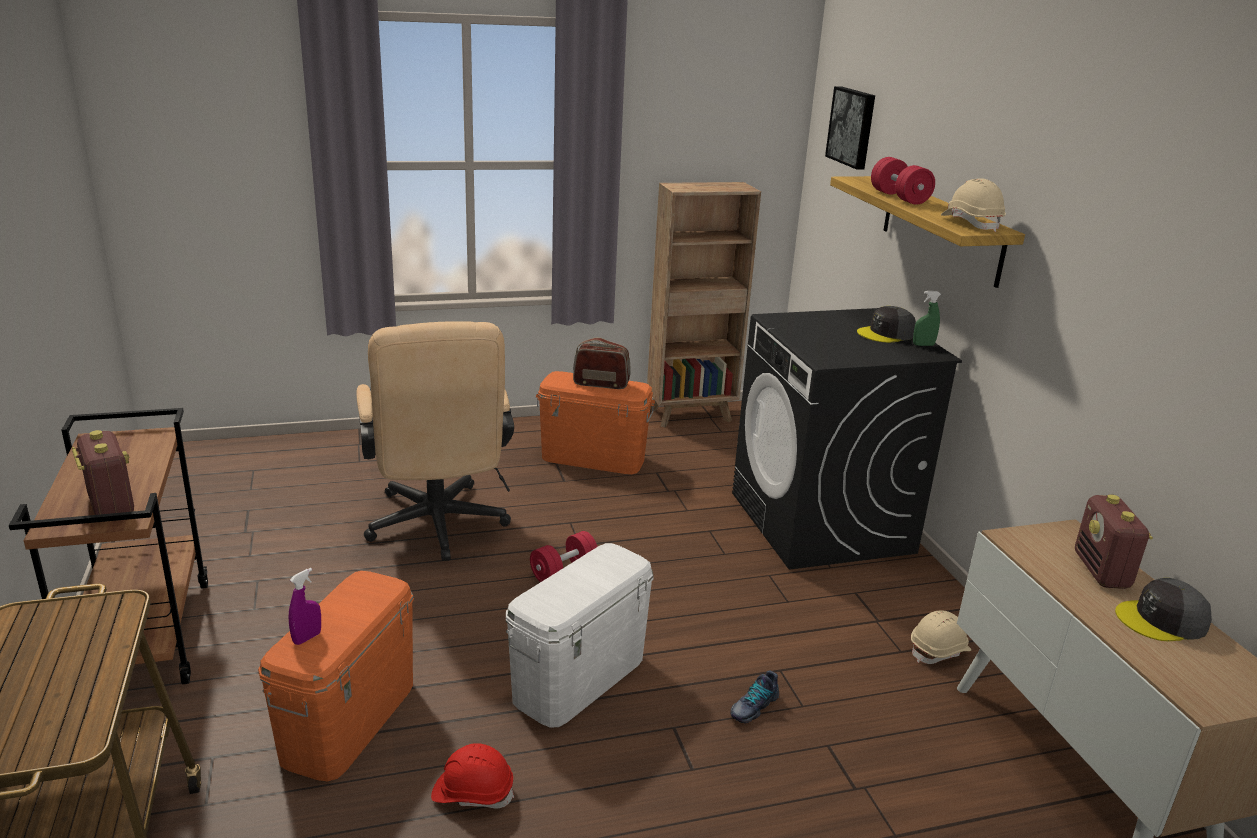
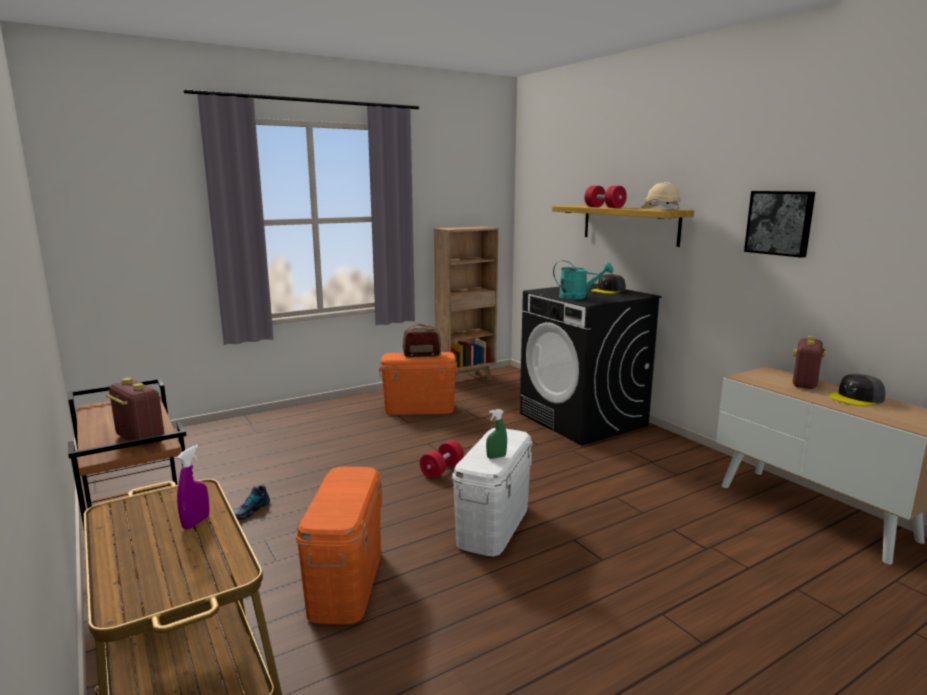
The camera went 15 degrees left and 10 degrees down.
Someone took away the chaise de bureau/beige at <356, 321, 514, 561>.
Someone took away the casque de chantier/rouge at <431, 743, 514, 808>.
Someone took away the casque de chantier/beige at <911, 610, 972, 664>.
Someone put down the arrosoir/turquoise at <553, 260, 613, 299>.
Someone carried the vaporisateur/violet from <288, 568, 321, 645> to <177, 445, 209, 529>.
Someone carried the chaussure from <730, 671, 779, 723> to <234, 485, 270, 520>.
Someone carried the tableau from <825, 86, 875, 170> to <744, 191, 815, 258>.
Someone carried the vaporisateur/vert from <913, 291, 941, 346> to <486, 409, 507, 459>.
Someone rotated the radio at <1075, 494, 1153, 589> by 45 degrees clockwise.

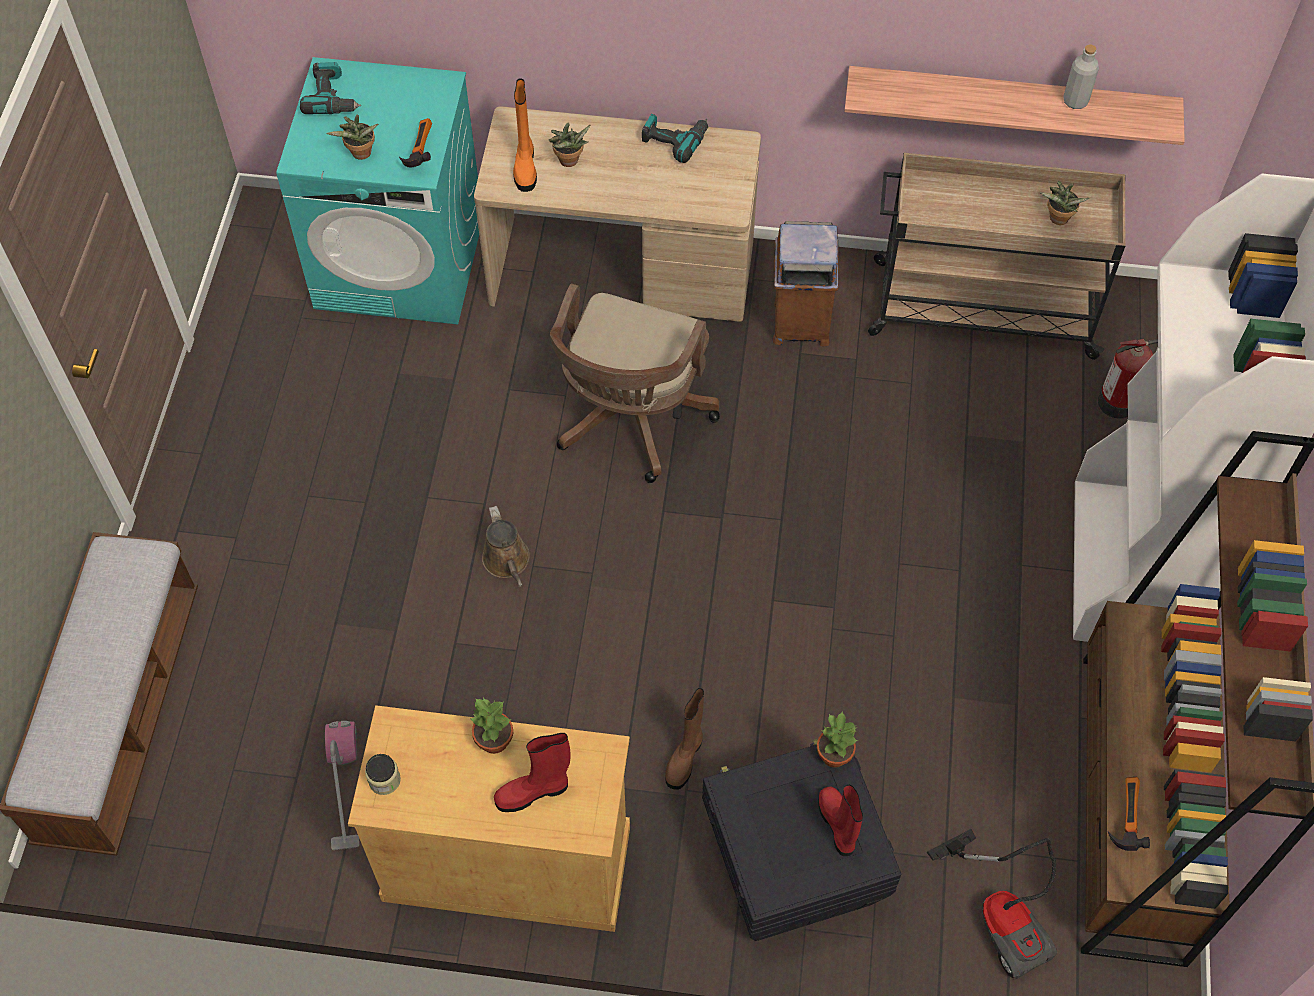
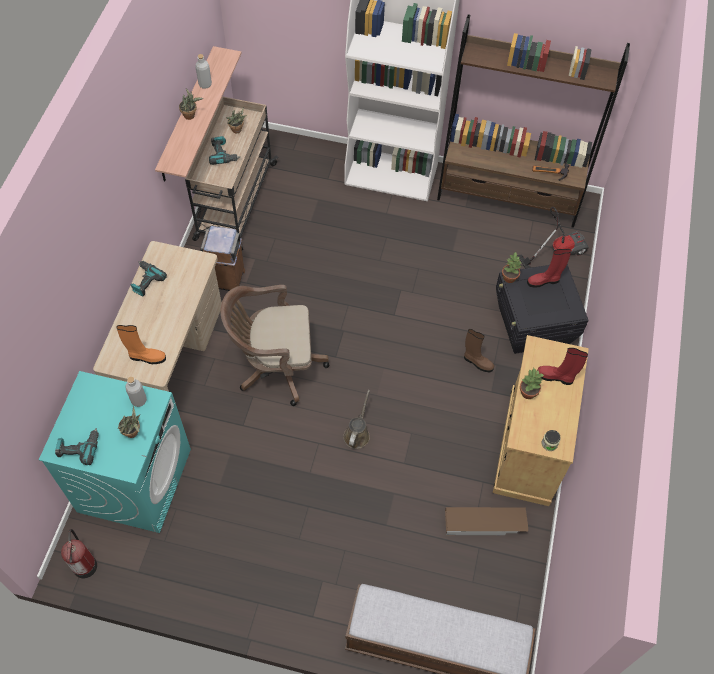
The camera went 85 degrees left and 0 degrees up.
Someone put down the perceuse at <209, 136, 240, 165>.
Someone carried the plante en pot from <549, 123, 591, 167> to <179, 88, 203, 120>.
Someone carried the extincteur from <1098, 339, 1158, 418> to <61, 529, 97, 578>.
Someone swapped the aspirateur at <325, 721, 359, 850> for the boîte de rangement/marron at <445, 507, 528, 535>.
Someone swapped the marteau at <399, 118, 432, 167> for the bouteille/gris at <126, 377, 147, 407>.
Someone rotated the arrosoir/marron at <482, 506, 530, 587> by 60 degrees counterclockwise.
Someone rotated the botte/rouge at <494, 733, 571, 812> by 120 degrees clockwise.
Someone rotated the chaise de bureau/marron at <550, 284, 720, 483> by 150 degrees clockwise.

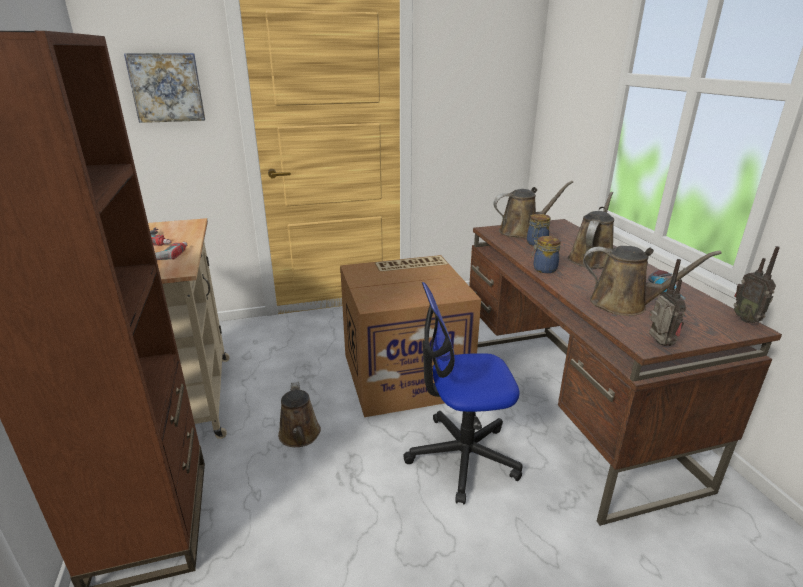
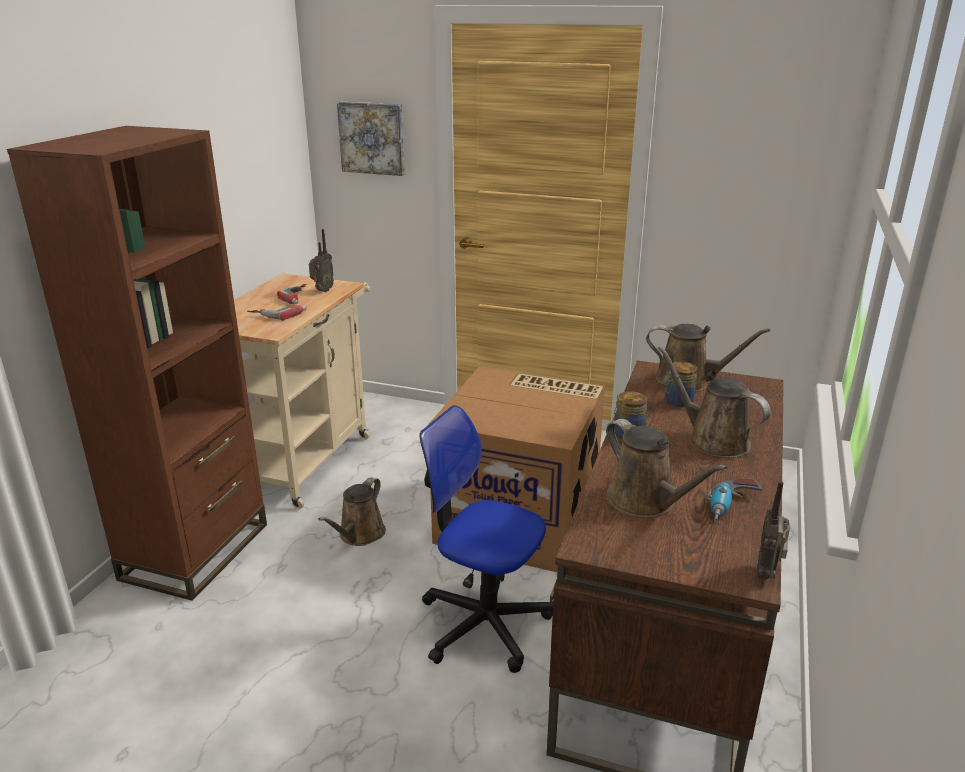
The camera went 35 degrees right and 0 degrees up.
Someone carried the radio from <649, 259, 686, 346> to <309, 229, 334, 292>.
Someone rotated the arrosoir/marron at <568, 192, 614, 269> by 105 degrees counterclockwise.

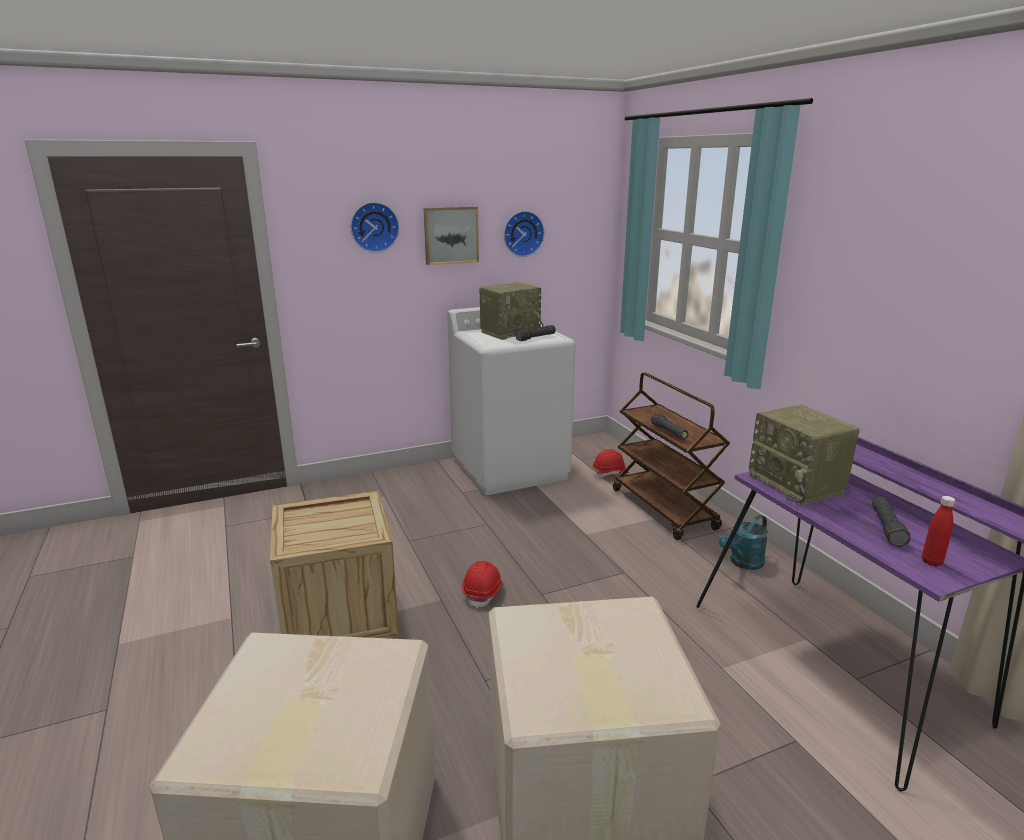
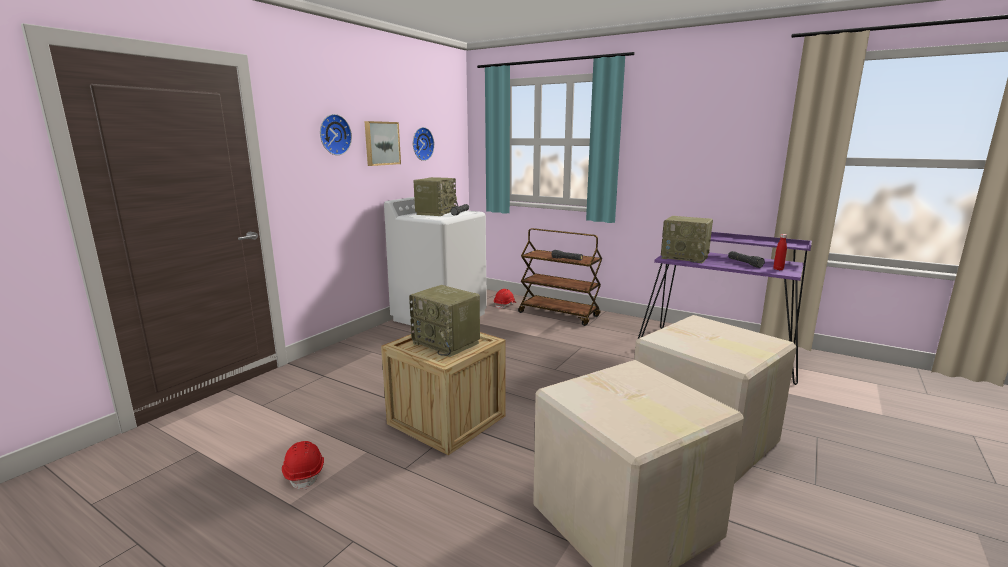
The camera went 35 degrees left and 5 degrees down.
Someone took away the arrosoir/turquoise at <719, 515, 768, 570>.
Someone put down the radio at <409, 285, 480, 357>.
Someone carried the casque de chantier/rouge from <462, 561, 504, 609> to <282, 441, 324, 490>.

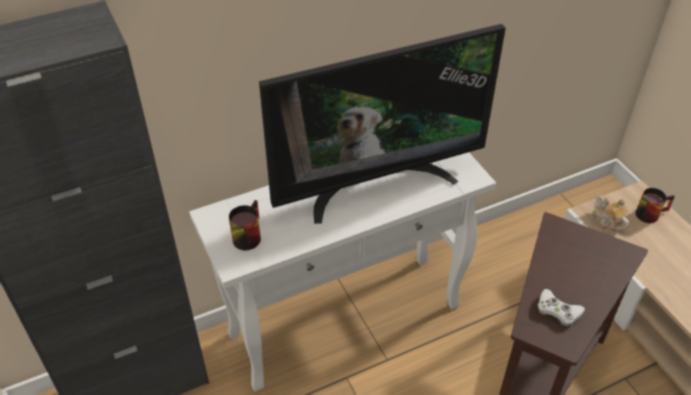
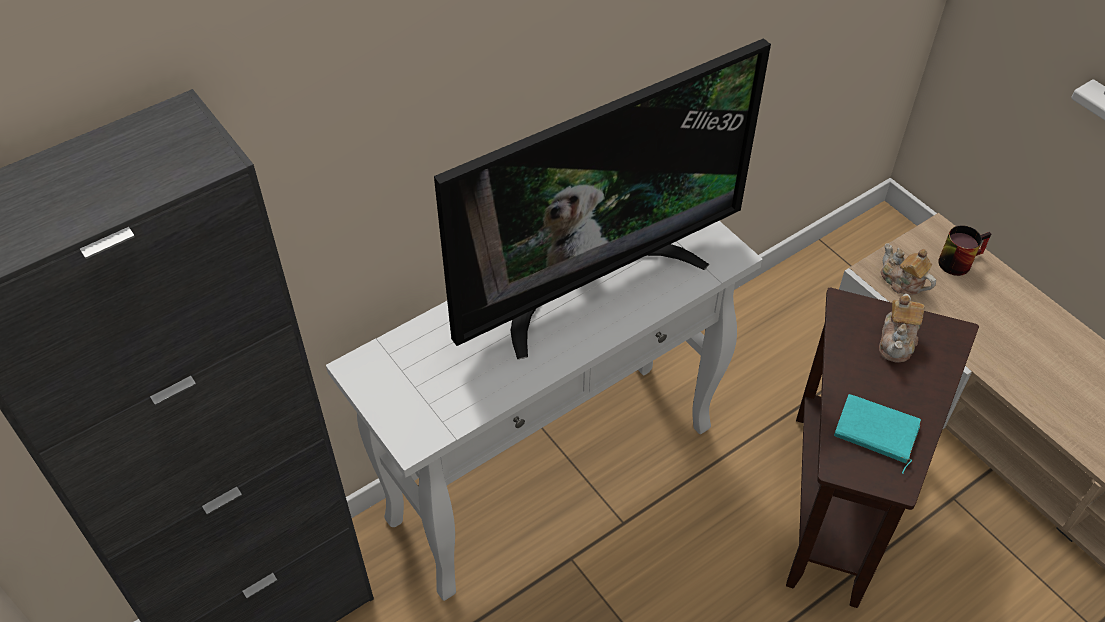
The camera went 10 degrees left and 5 degrees up.
Someone took away the mug at <229, 200, 261, 250>.
Someone put down the théière at <879, 294, 924, 363>.
Someone swapped the manette/blanc at <538, 289, 585, 326> for the livre/turquoise at <834, 394, 921, 473>.

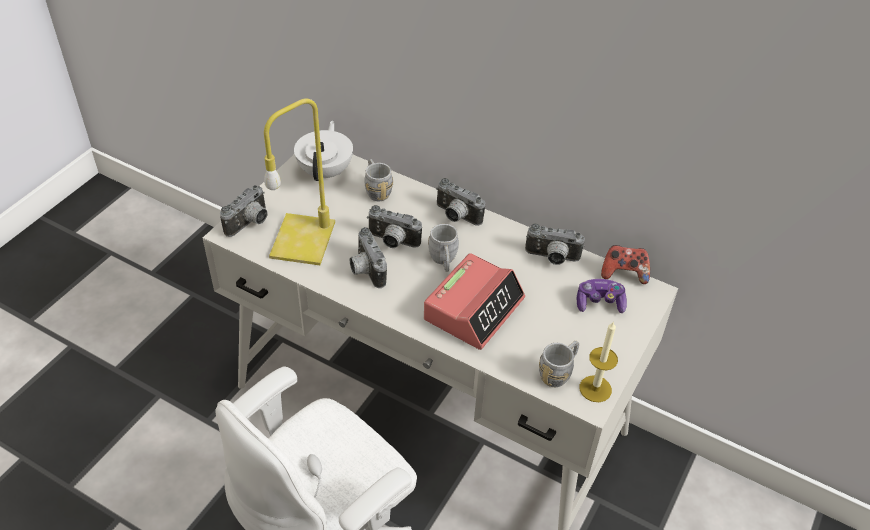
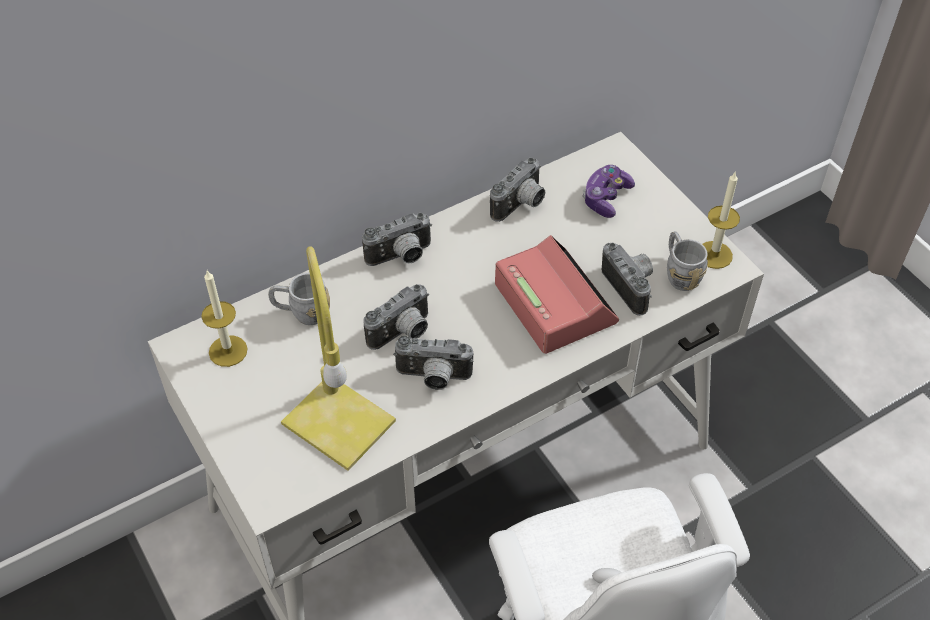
The camera went 60 degrees left and 5 degrees up.
Someone took away the mug/gris at <428, 224, 459, 272>.
Someone took away the manette at <601, 245, 650, 284>.
Someone carried the appareil photo from <220, 185, 268, 237> to <602, 243, 653, 316>.
Someone swapped the théière/blanc at <294, 120, 353, 181> for the bougie at <201, 271, 248, 367>.

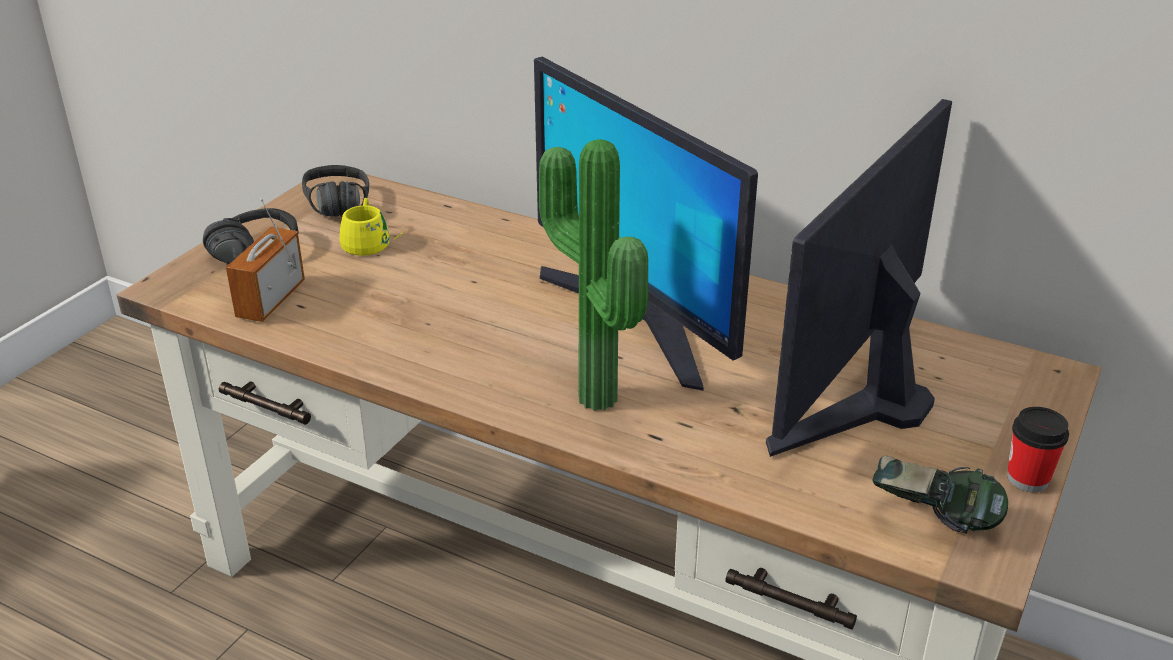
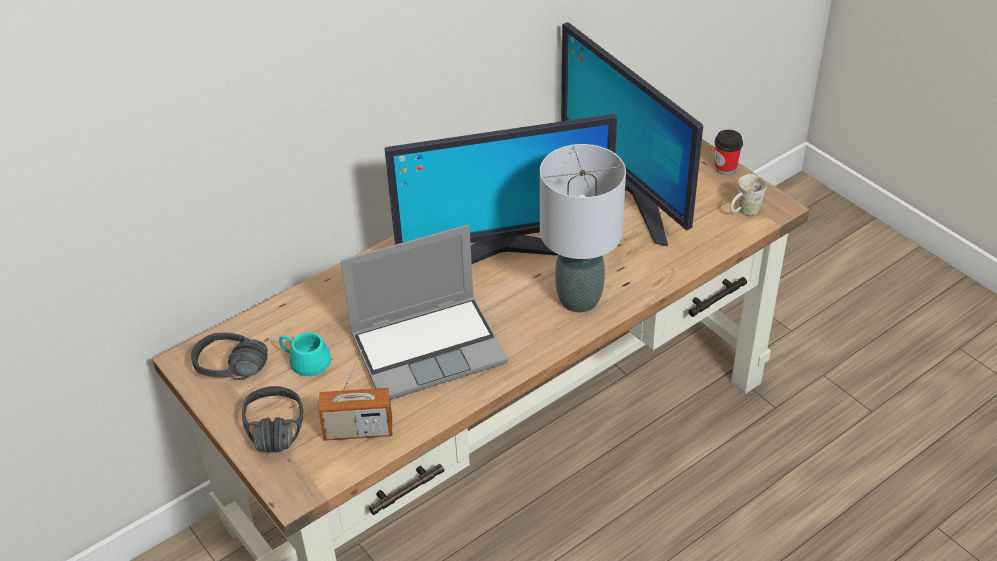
The camera went 65 degrees left and 10 degrees up.
Someone put down the ordinateur portable at <340, 225, 508, 400>.
Someone swapped the plante en pot at <539, 139, 648, 411> for the lampe de table/gris at <540, 144, 626, 312>.
Someone swapped the casque audio at <872, 455, 1008, 534> for the mug/blanc at <730, 174, 767, 215>.
Someone repainted the mug/jaune at <339, 198, 404, 256>, which became the mug/turquoise at <279, 332, 331, 376>.
Someone rotated the radio at <226, 198, 305, 322> by 45 degrees counterclockwise.

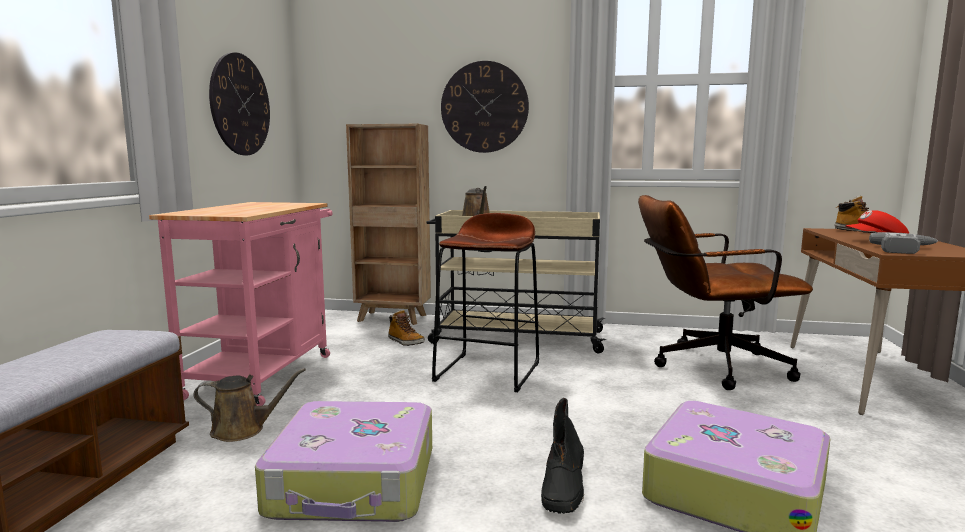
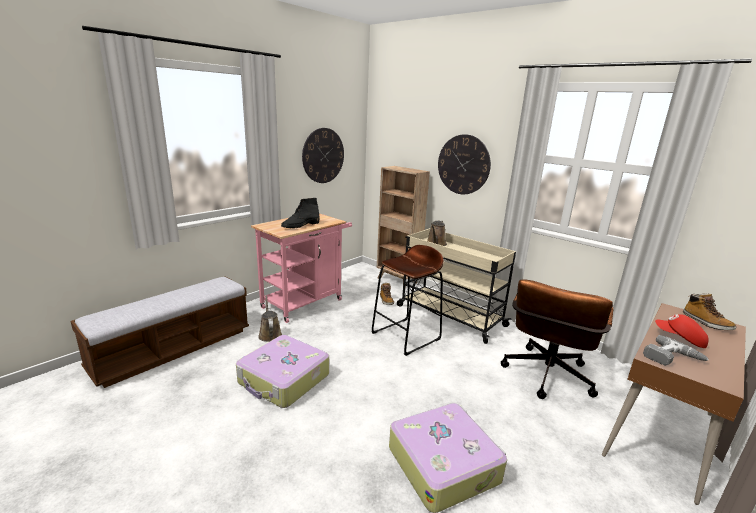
The camera went 30 degrees right and 10 degrees up.
Someone carried the botte/noir from <541, 398, 584, 514> to <281, 198, 320, 228>.
Someone rotated the arrosoir/marron at <193, 368, 306, 442> by 135 degrees counterclockwise.
Someone rotated the chaise de bureau/marron at <638, 195, 813, 390> by 90 degrees counterclockwise.

